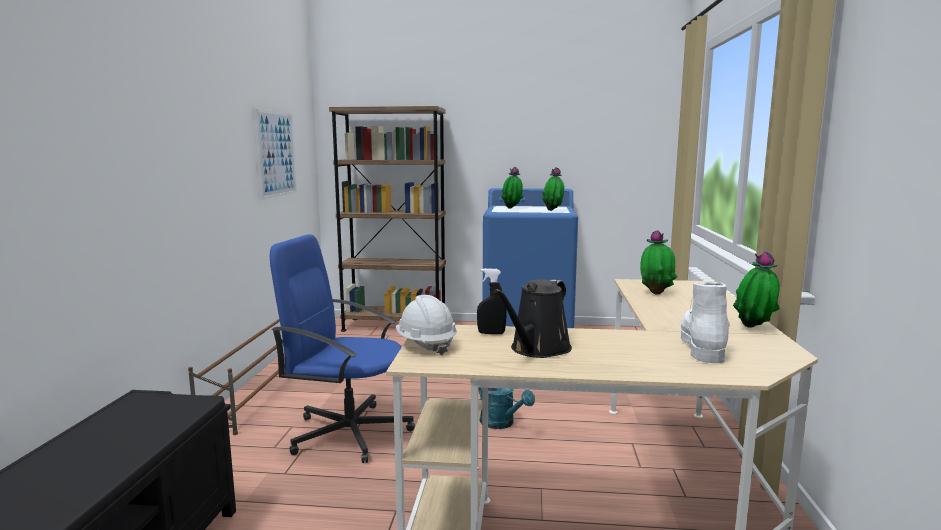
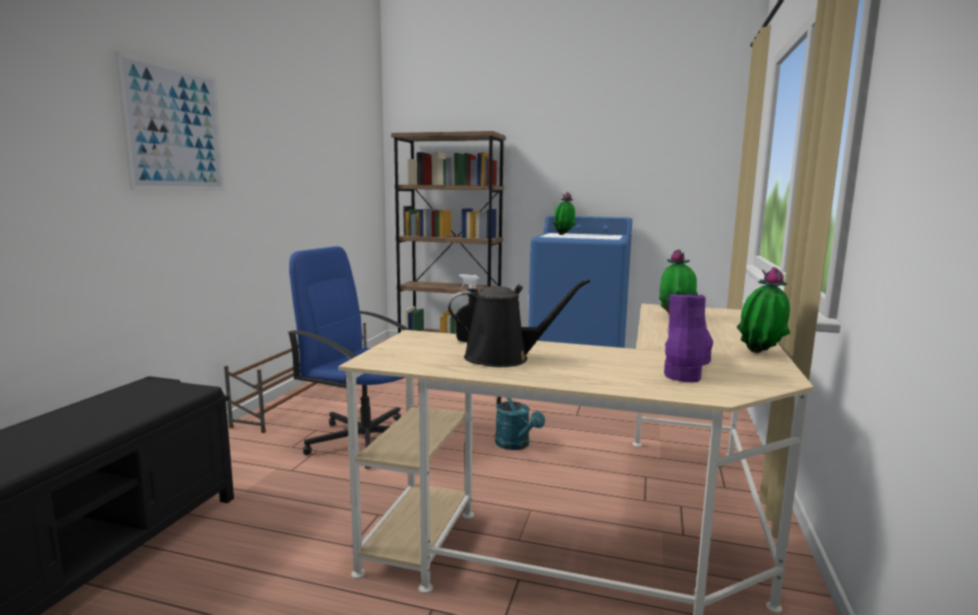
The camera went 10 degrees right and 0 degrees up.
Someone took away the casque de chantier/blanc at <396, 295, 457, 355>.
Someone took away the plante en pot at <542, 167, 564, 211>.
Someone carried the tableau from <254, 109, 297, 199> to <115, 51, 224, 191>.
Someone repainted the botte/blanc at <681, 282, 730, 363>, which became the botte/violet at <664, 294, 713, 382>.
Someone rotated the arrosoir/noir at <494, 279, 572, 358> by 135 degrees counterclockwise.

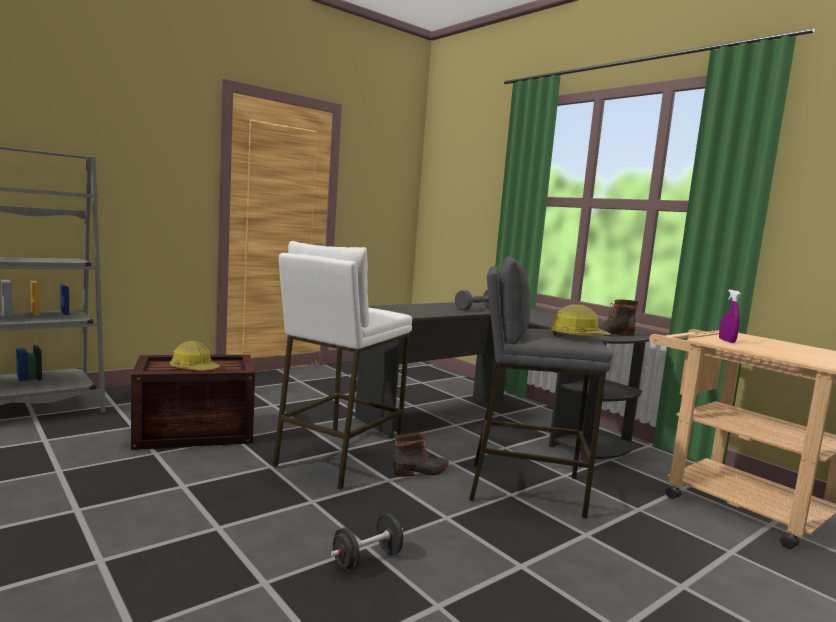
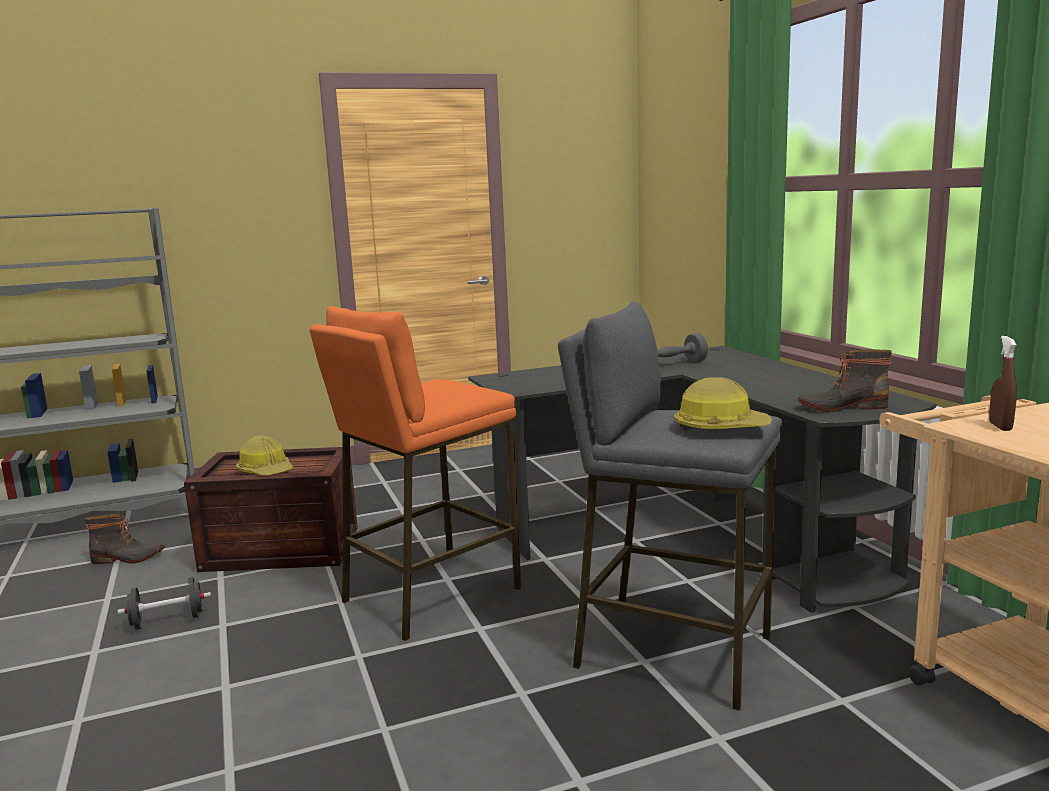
The camera went 20 degrees right and 5 degrees up.
Someone carried the haltère/noir from <331, 514, 403, 571> to <118, 577, 211, 630>.
Someone carried the botte from <393, 433, 449, 477> to <85, 514, 165, 564>.
Someone repainted the tabouret/blanc at <272, 241, 412, 491>, which became the tabouret/orange at <310, 306, 521, 641>.
Someone repainted the vaporisateur/violet at <719, 290, 741, 343>, which became the vaporisateur/marron at <989, 336, 1017, 431>.

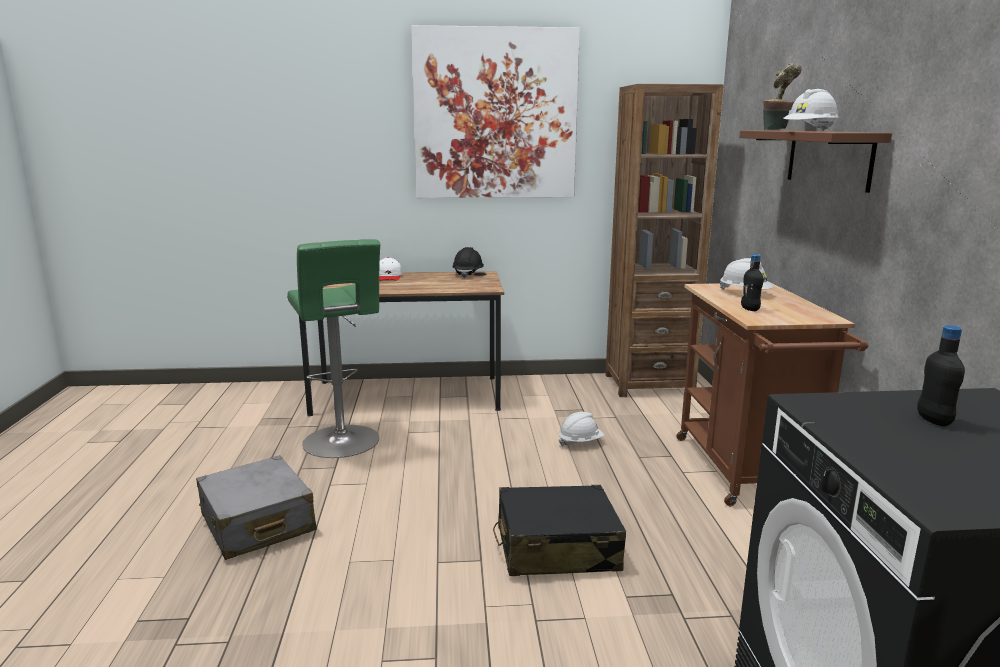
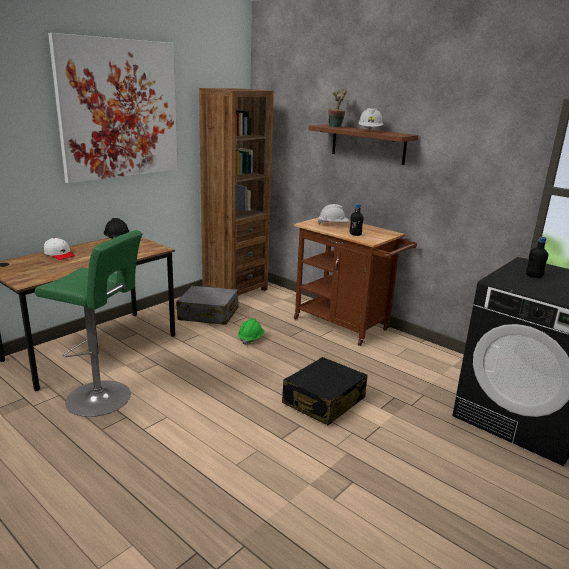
The camera went 45 degrees left and 5 degrees up.
Someone carried the valise/gris from <196, 455, 317, 560> to <176, 286, 239, 325>.
Someone repainted the casque de chantier/blanc at <558, 412, 604, 447>, which became the casque de chantier/vert at <238, 318, 265, 345>.

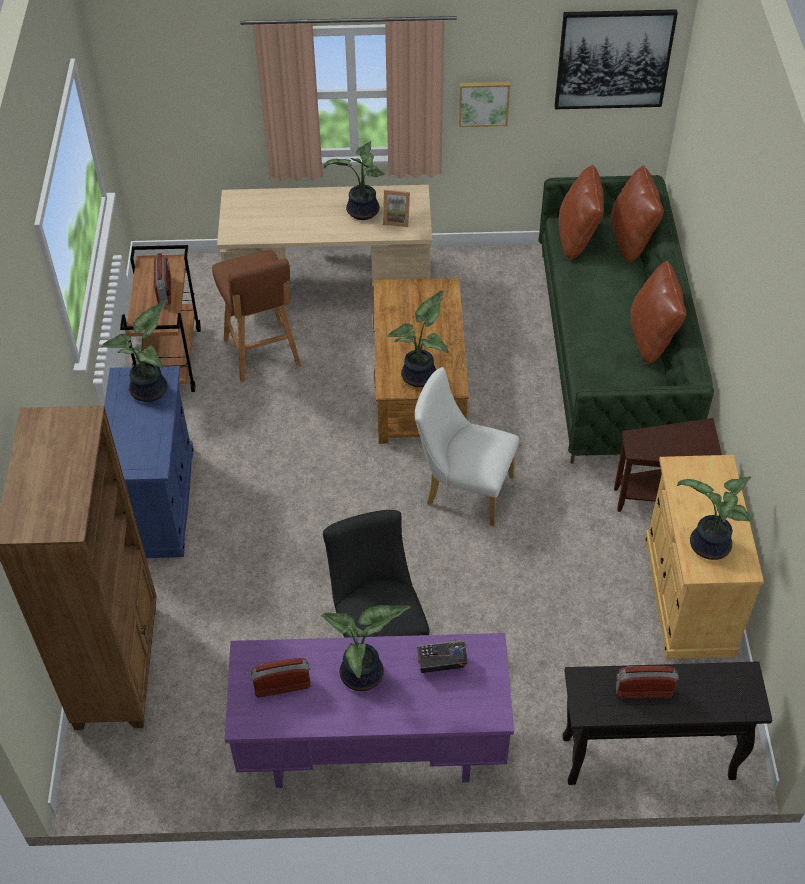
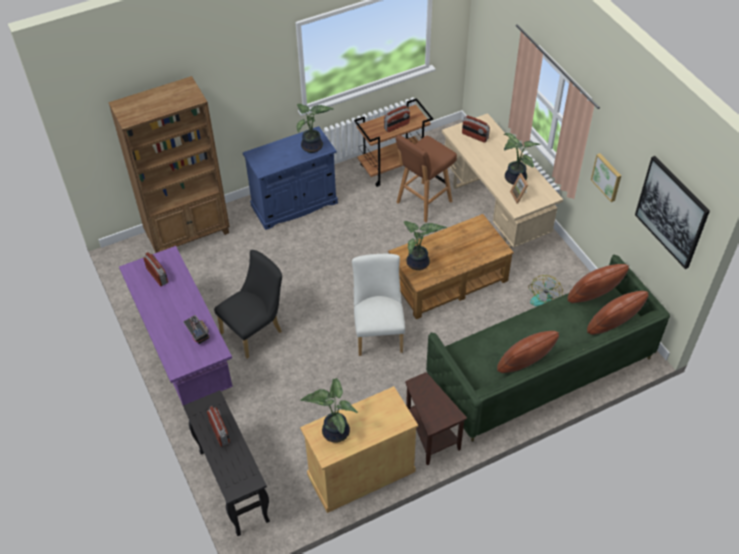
The camera went 65 degrees right and 0 degrees up.
Someone took away the plante en pot at <321, 605, 410, 691>.
Someone put down the radio at <462, 116, 490, 143>.
Someone put down the ventilateur at <528, 275, 563, 306>.

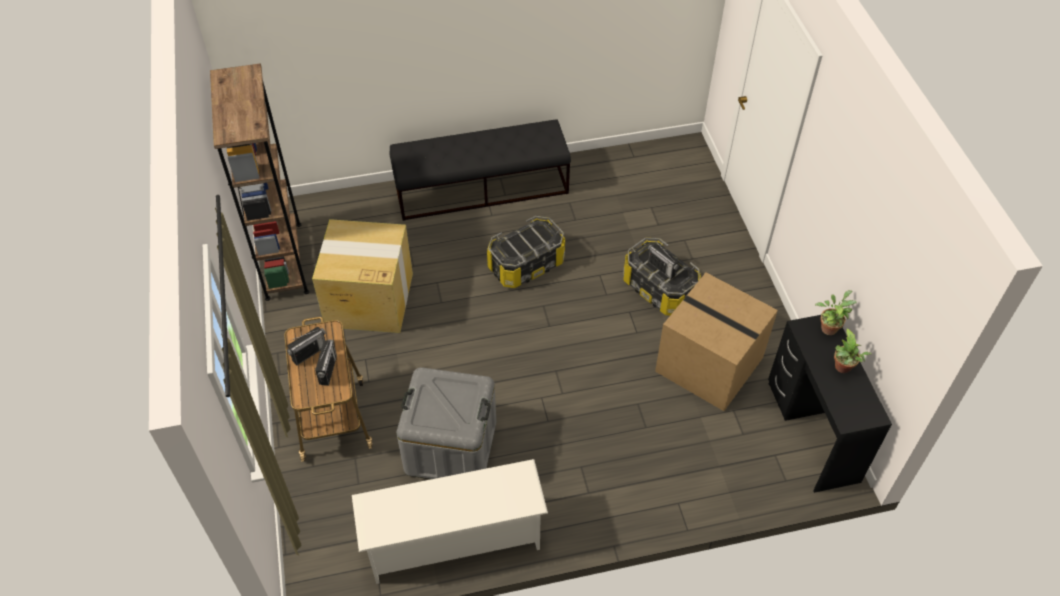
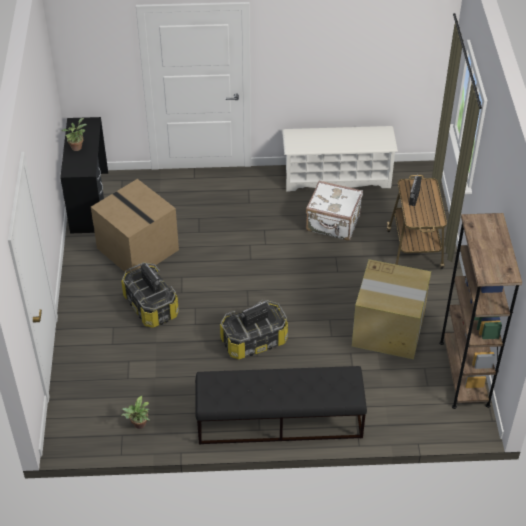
The camera went 170 degrees left and 5 degrees down.
Someone carried the radio from <287, 327, 326, 366> to <241, 299, 270, 327>.
Someone carried the plante en pot from <815, 290, 857, 335> to <121, 396, 150, 429>.
Someone swapped the boîte de rangement/gris at <396, 367, 496, 479> for the valise/blanc at <306, 181, 363, 241>.

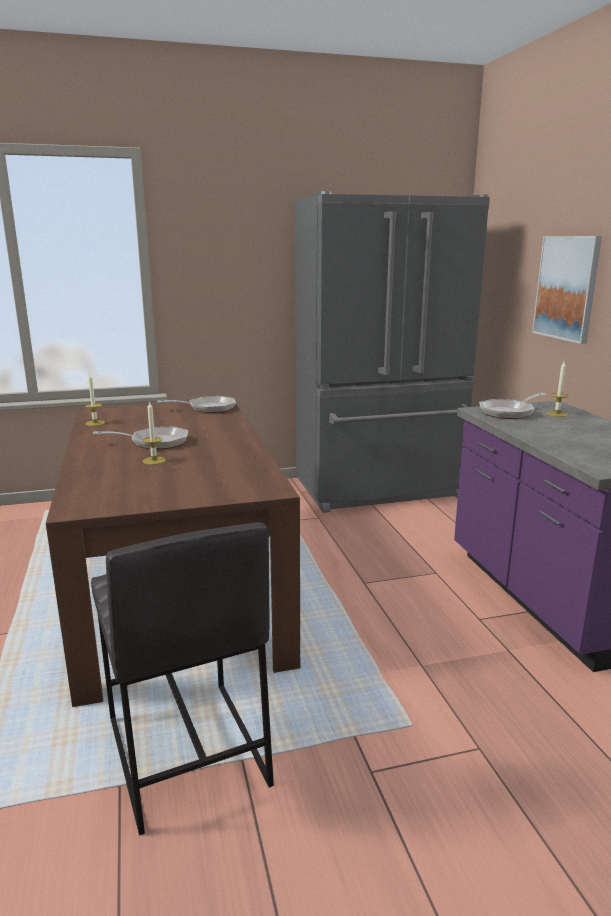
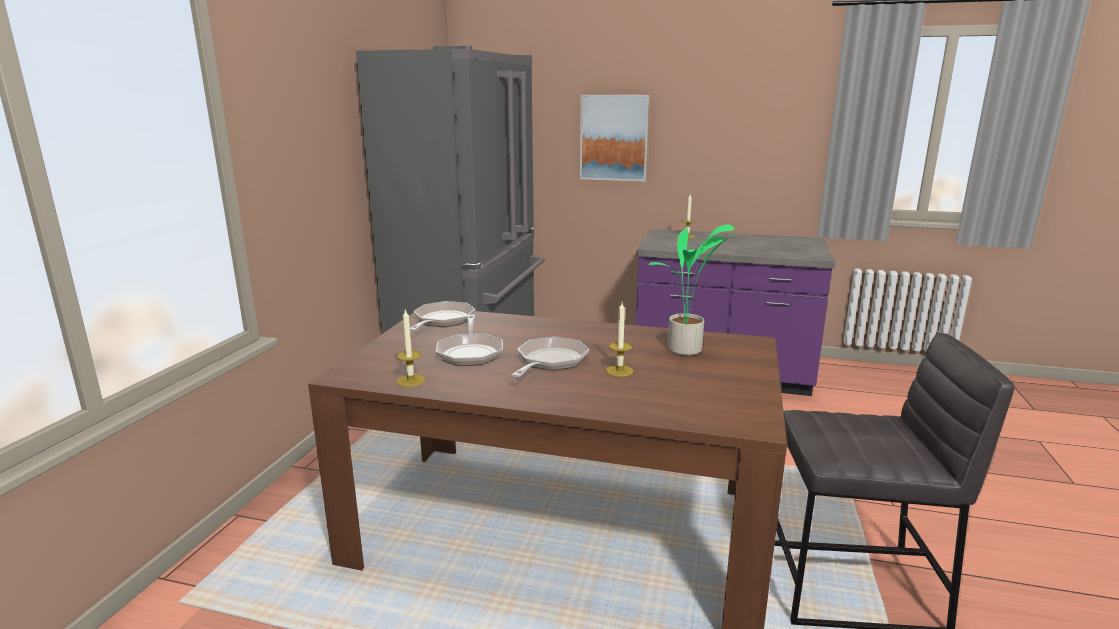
The camera went 60 degrees left and 0 degrees up.
Someone put down the plante en pot at <649, 225, 735, 356>.
Someone carried the poêle from <479, 393, 547, 419> to <436, 314, 503, 366>.

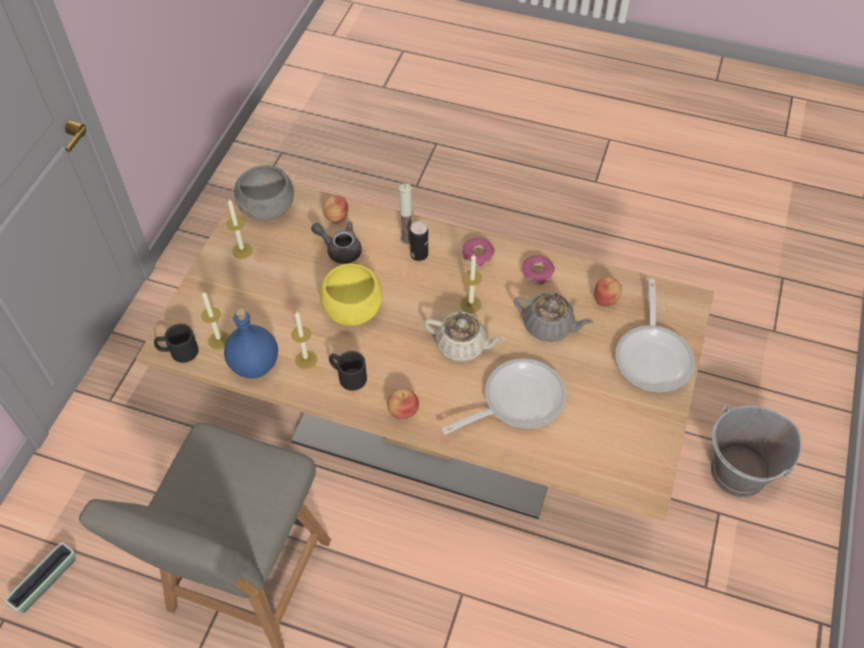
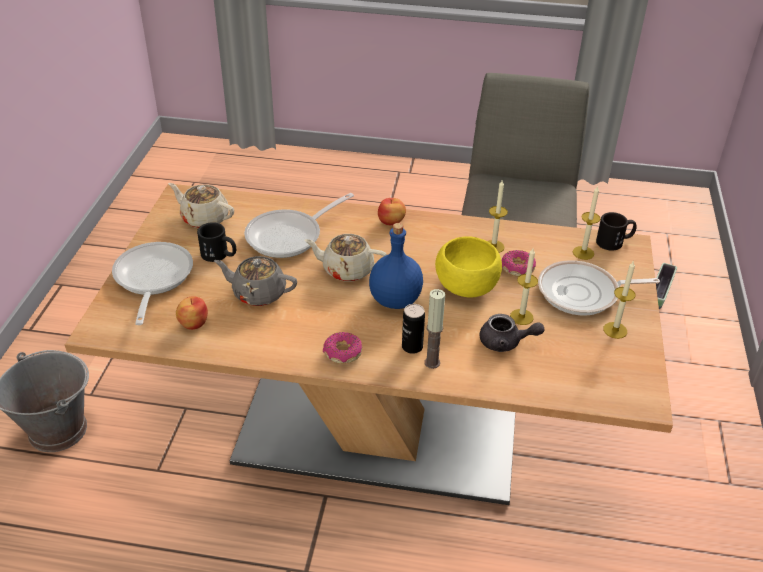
The camera went 170 degrees right and 15 degrees down.
Someone took away the bol/gris at <234, 165, 294, 221>.
Someone took away the pomme at <322, 195, 348, 223>.
Someone put down the théière/beige at <168, 183, 234, 228>.
Someone put down the poêle at <538, 260, 660, 315>.
Someone carried the bouteille/bleu from <224, 308, 278, 378> to <369, 223, 423, 309>.
Someone carried the mug/noir from <329, 351, 367, 391> to <197, 222, 236, 262>.
Someone carried the bougie from <460, 254, 482, 313> to <510, 248, 538, 325>.
Someone carried the beignet from <522, 255, 555, 285> to <502, 250, 536, 277>.

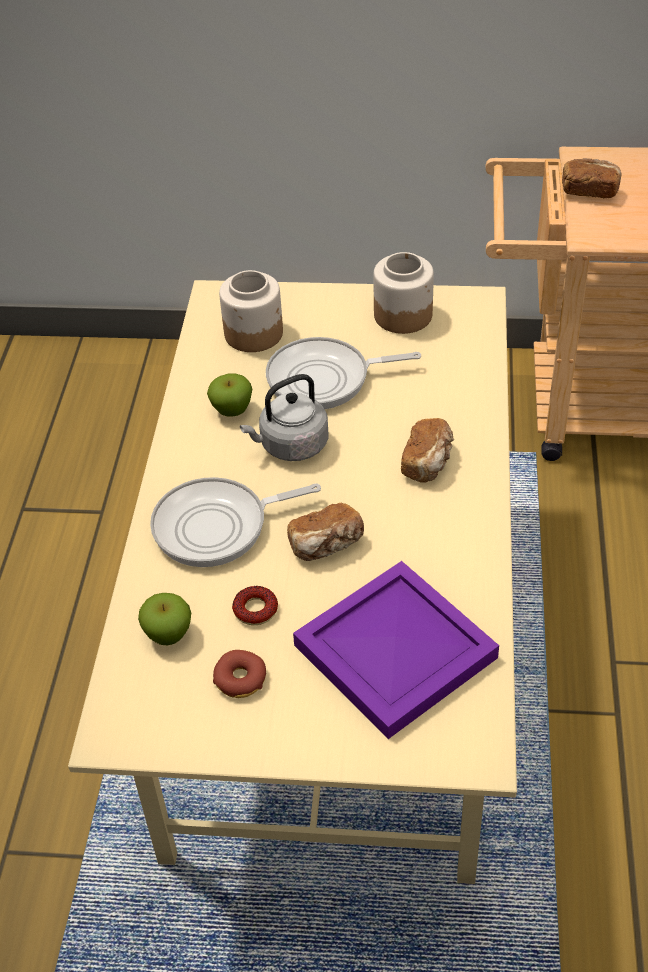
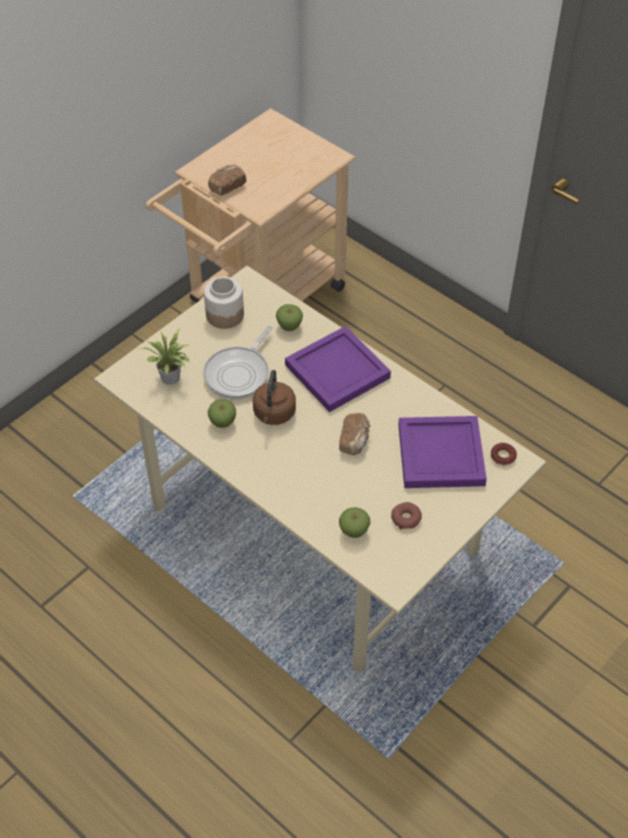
The camera went 55 degrees left and 5 degrees up.
Someone took away the poêle at <150, 477, 321, 567>.
Someone put down the pomme at <276, 304, 303, 331>.
Someone carried the beignet from <232, 586, 278, 625> to <491, 443, 517, 465>.
Someone swapped the bocal at <219, 270, 283, 352> for the plante en pot at <138, 329, 191, 385>.
Someone swapped the pain at <401, 418, 454, 483> for the plateau/violet at <285, 326, 391, 412>.
Someone repainted the bouilloire/gris at <240, 374, 329, 461>, which became the bouilloire/marron at <253, 370, 296, 425>.

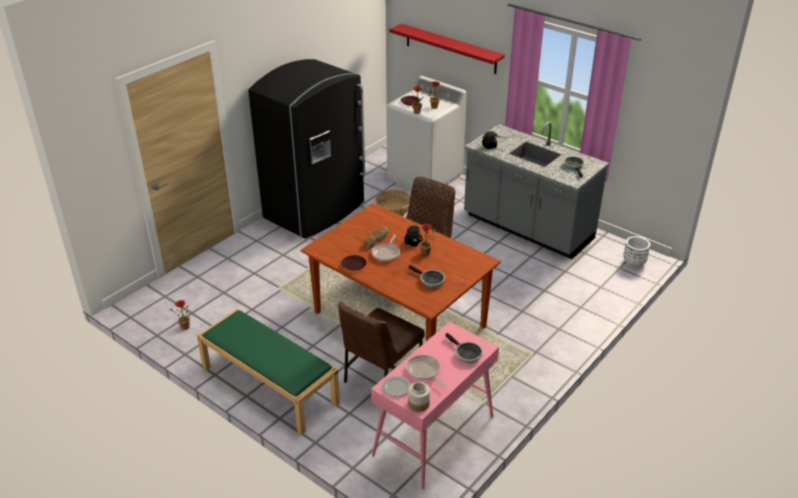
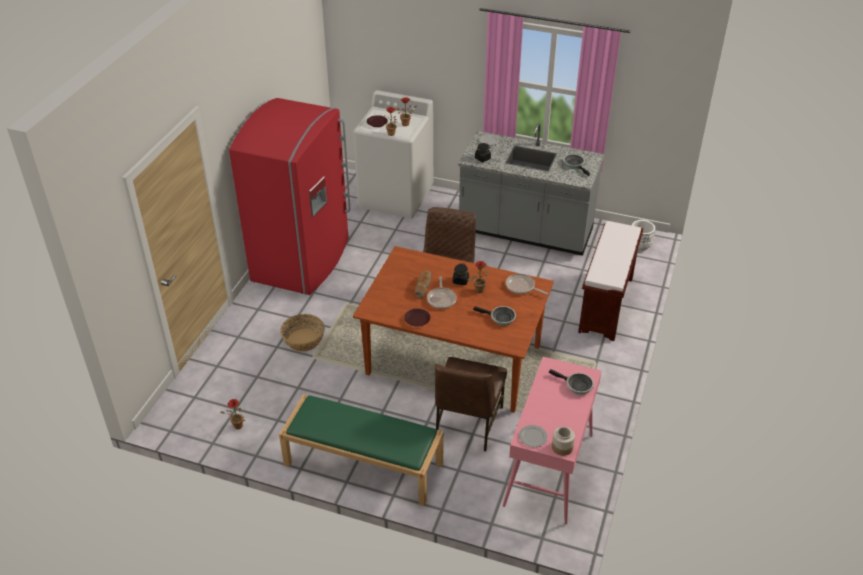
The camera went 20 degrees left and 5 degrees up.
Someone took away the étagère/rouge at <389, 24, 505, 74>.
Someone put down the banc/marron at <578, 221, 643, 341>.
Someone carried the panier from <375, 190, 411, 216> to <280, 314, 325, 352>.
Someone carried the poêle from <406, 355, 447, 387> to <506, 273, 548, 294>.
Someone repainted the réfrigérateur/noir at <248, 59, 365, 239>, which became the réfrigérateur/rouge at <229, 98, 351, 295>.

